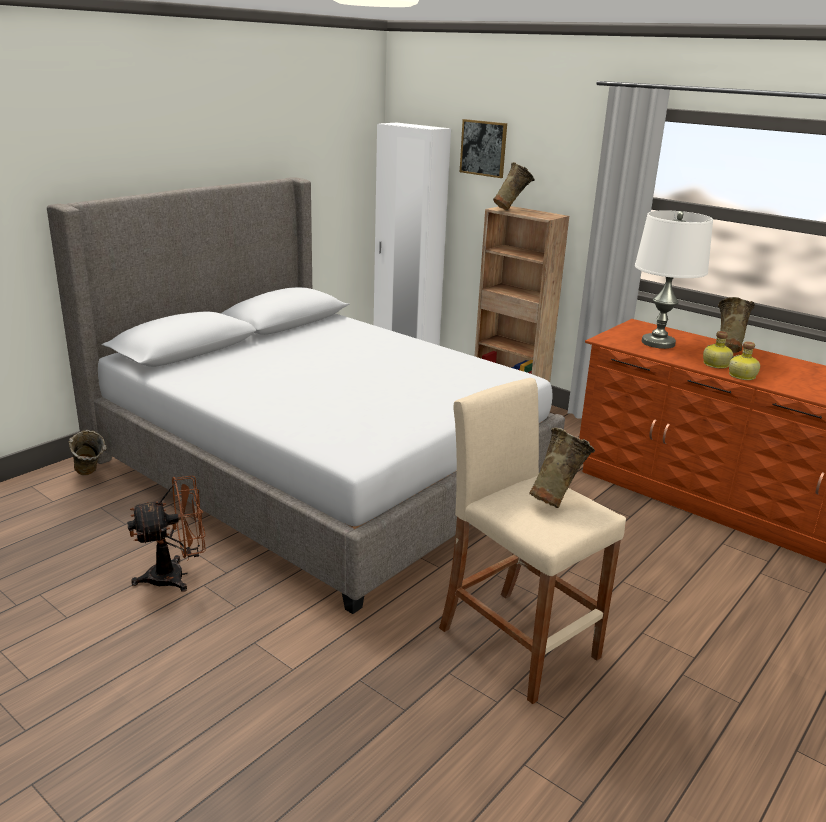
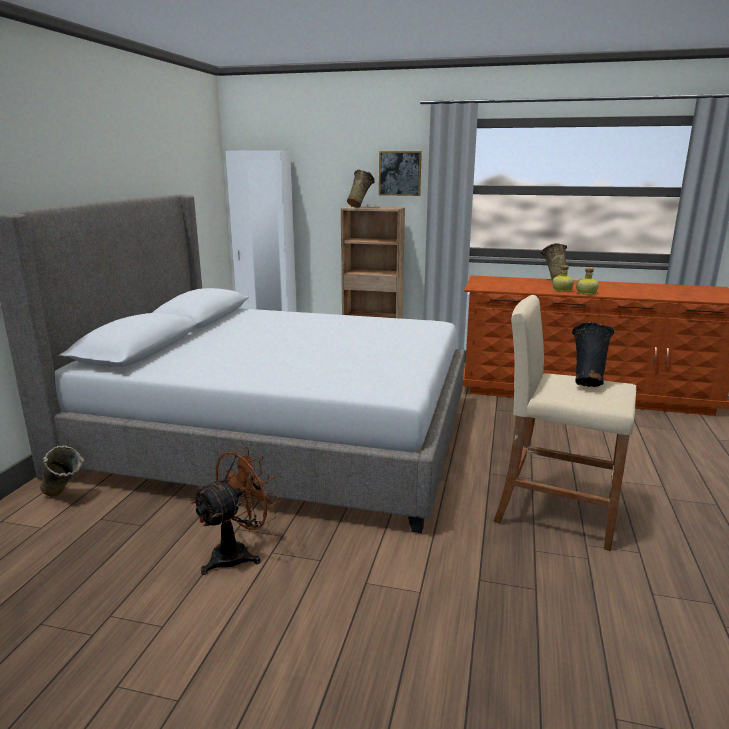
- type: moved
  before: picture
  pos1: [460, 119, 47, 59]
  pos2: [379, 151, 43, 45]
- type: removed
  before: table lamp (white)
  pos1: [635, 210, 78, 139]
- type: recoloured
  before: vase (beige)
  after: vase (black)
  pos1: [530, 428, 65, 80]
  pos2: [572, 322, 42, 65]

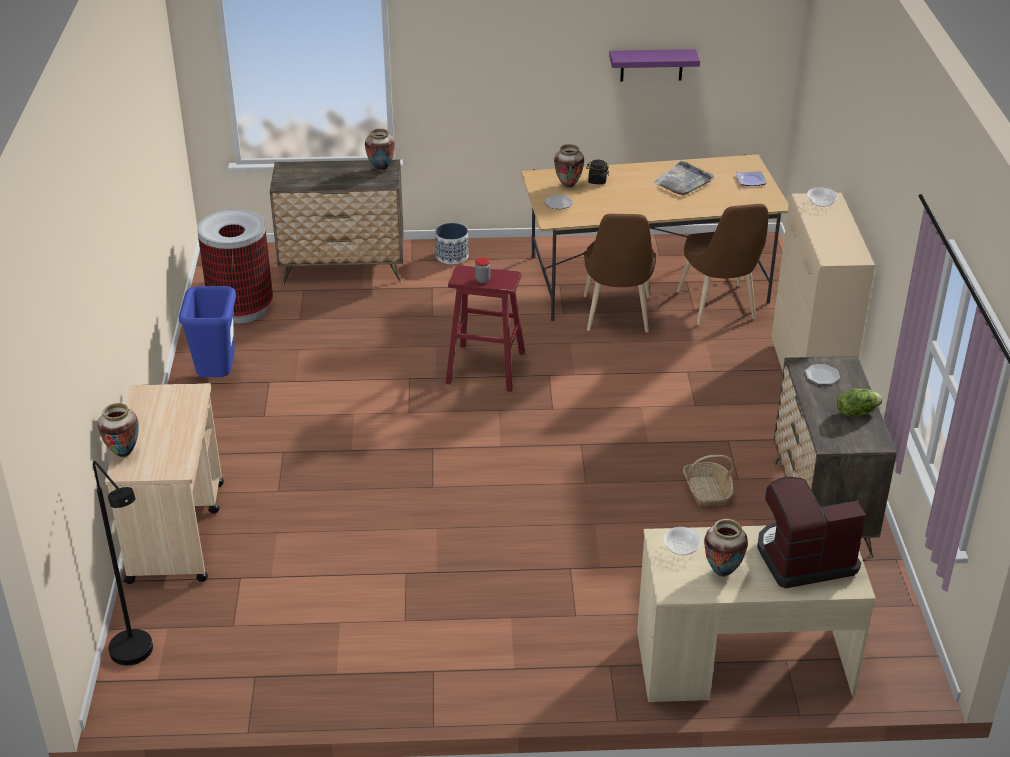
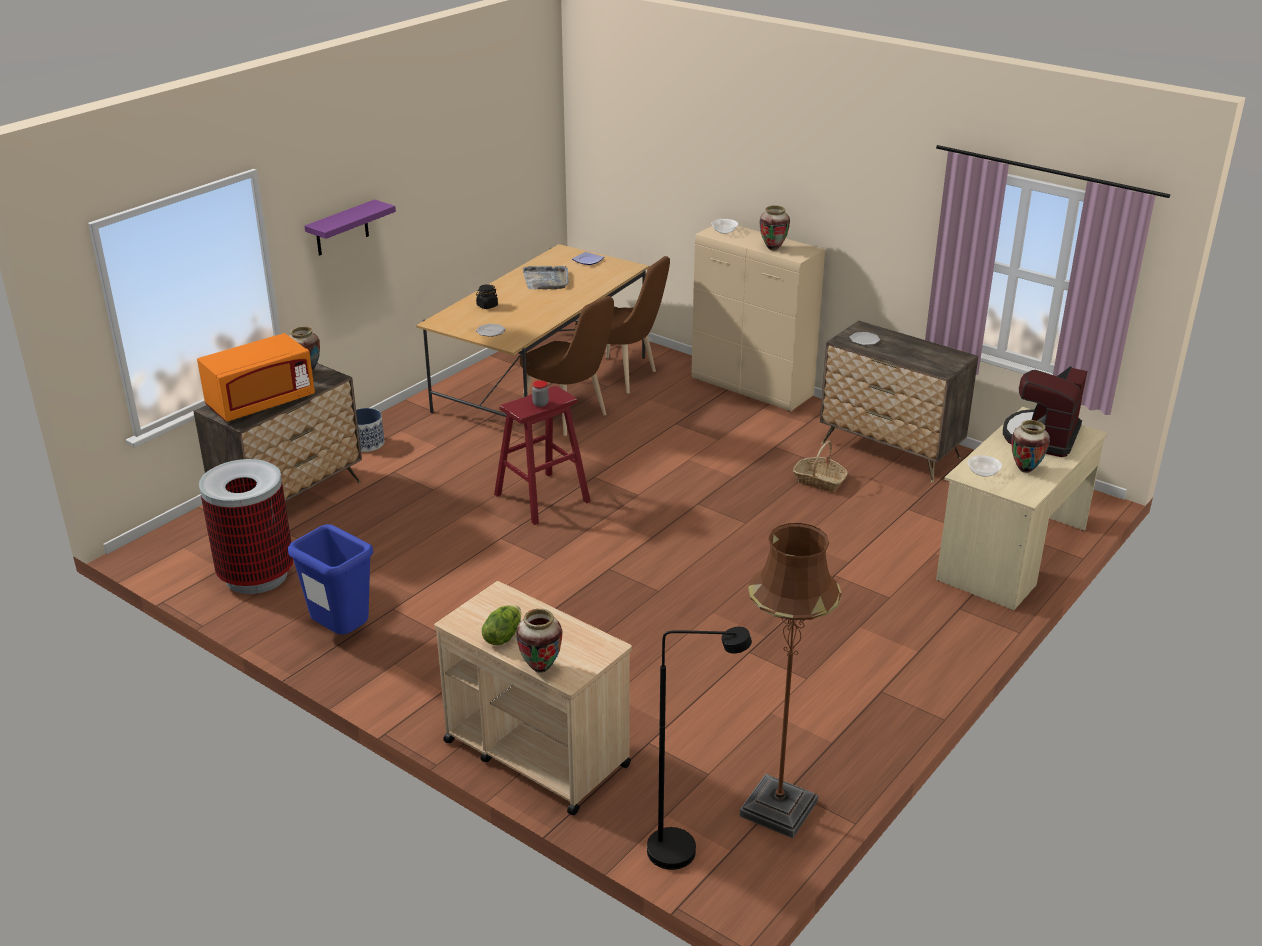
- type: moved
  before: shelf (purple)
  pos1: [609, 49, 91, 33]
  pos2: [304, 199, 92, 57]
- type: moved
  before: vase
  pos1: [554, 144, 30, 44]
  pos2: [760, 205, 30, 46]
- type: moved
  before: lettuce
  pos1: [837, 389, 46, 27]
  pos2: [482, 605, 39, 40]
- type: added
  after: microwave (orange)
  pos2: [197, 333, 118, 89]
- type: added
  after: floor lamp (brown)
  pos2: [740, 523, 102, 315]

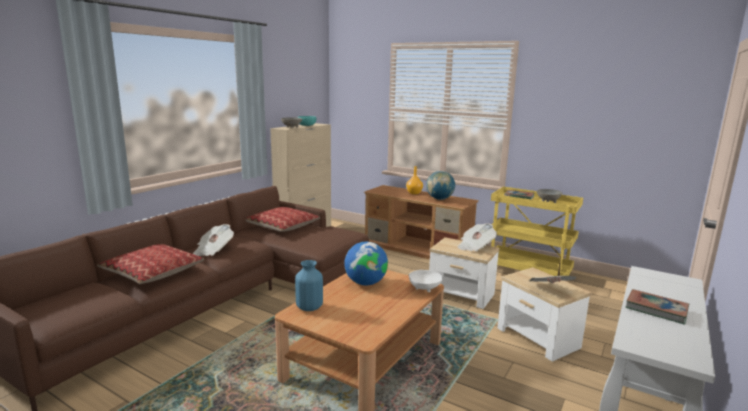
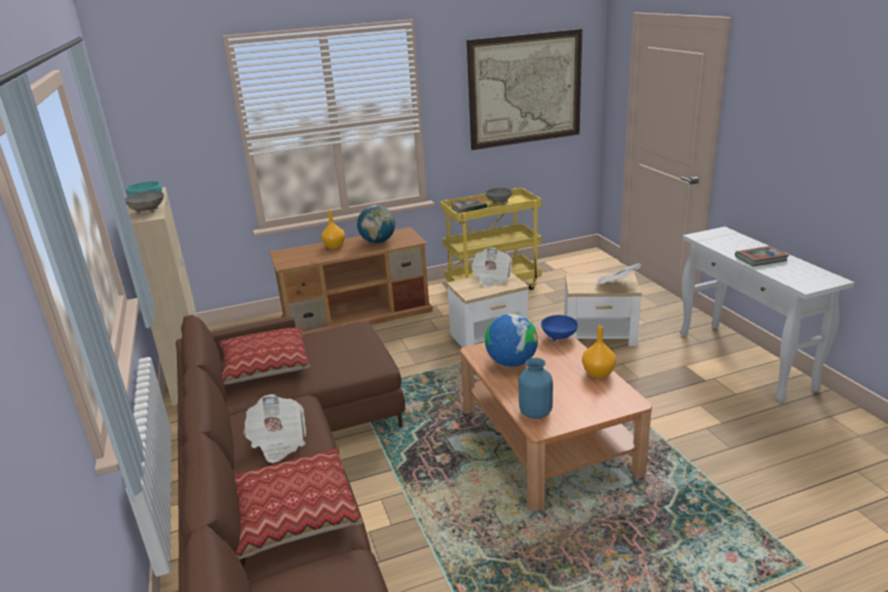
- type: recoloured
  before: bowl (white)
  after: bowl (blue)
  pos1: [409, 270, 34, 22]
  pos2: [541, 315, 37, 27]
- type: added
  after: picture
  pos2: [467, 29, 115, 121]
- type: added
  after: vase (orange)
  pos2: [582, 325, 34, 53]

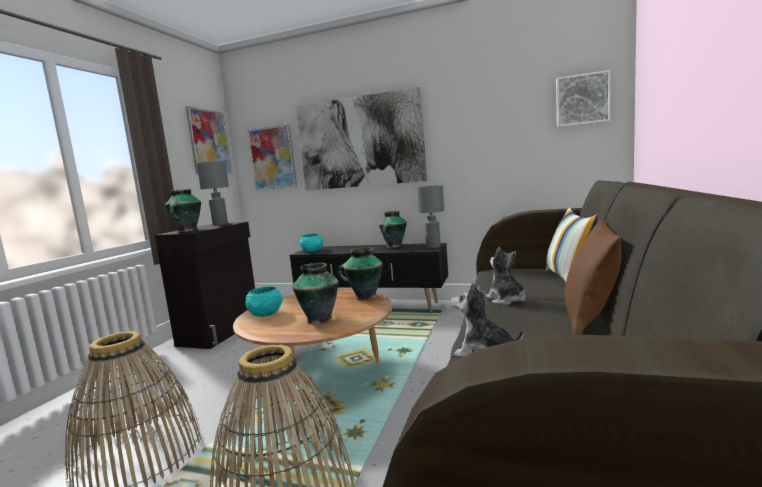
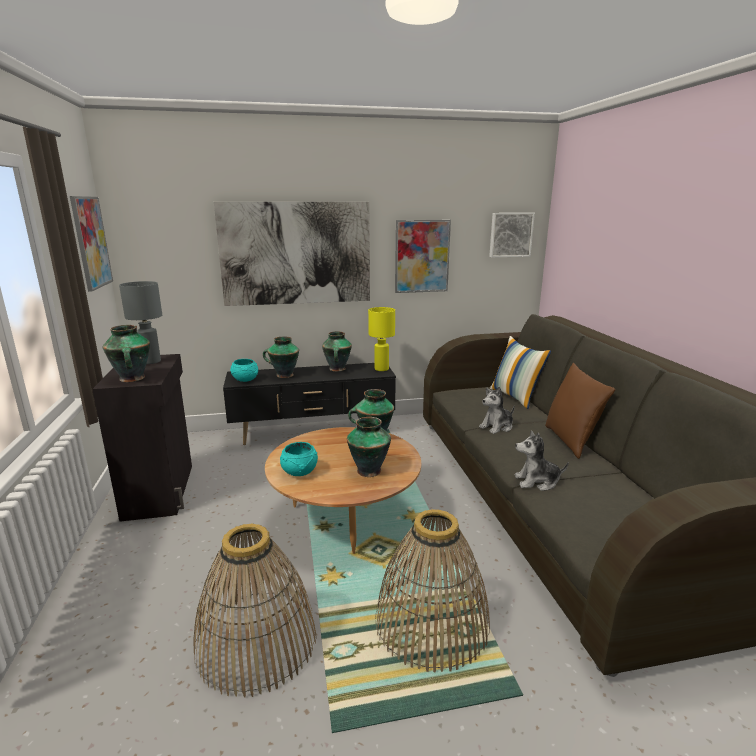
- type: moved
  before: picture
  pos1: [247, 124, 50, 66]
  pos2: [395, 220, 56, 73]
- type: recoloured
  before: table lamp (grey)
  after: table lamp (yellow)
  pos1: [416, 185, 28, 63]
  pos2: [368, 307, 27, 64]
- type: turned
  before: plush toy
  pos1: [486, 247, 39, 58]
  pos2: [479, 387, 36, 47]
  turn: -75
- type: added
  after: vase
  pos2: [263, 336, 36, 42]

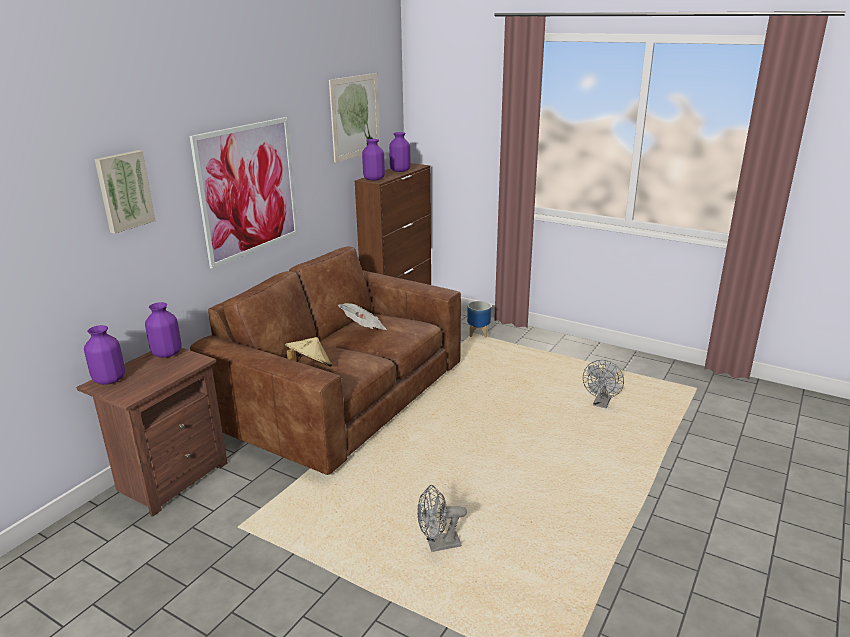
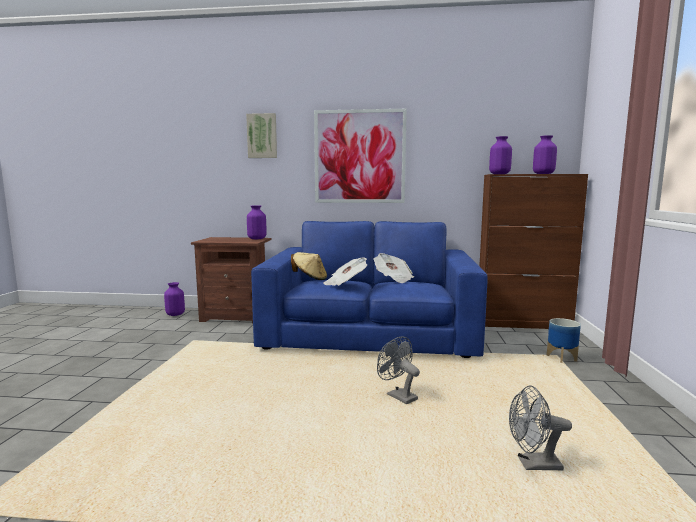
- type: removed
  before: picture
  pos1: [329, 73, 51, 90]
- type: recoloured
  before: sofa (brown)
  after: sofa (blue)
  pos1: [190, 246, 271, 229]
  pos2: [251, 221, 237, 137]
- type: moved
  before: vase (purple)
  pos1: [84, 325, 41, 60]
  pos2: [164, 282, 21, 34]
- type: moved
  before: fan (grey)
  pos1: [417, 485, 50, 67]
  pos2: [377, 336, 43, 68]
- type: added
  after: newspaper
  pos2: [323, 257, 44, 29]

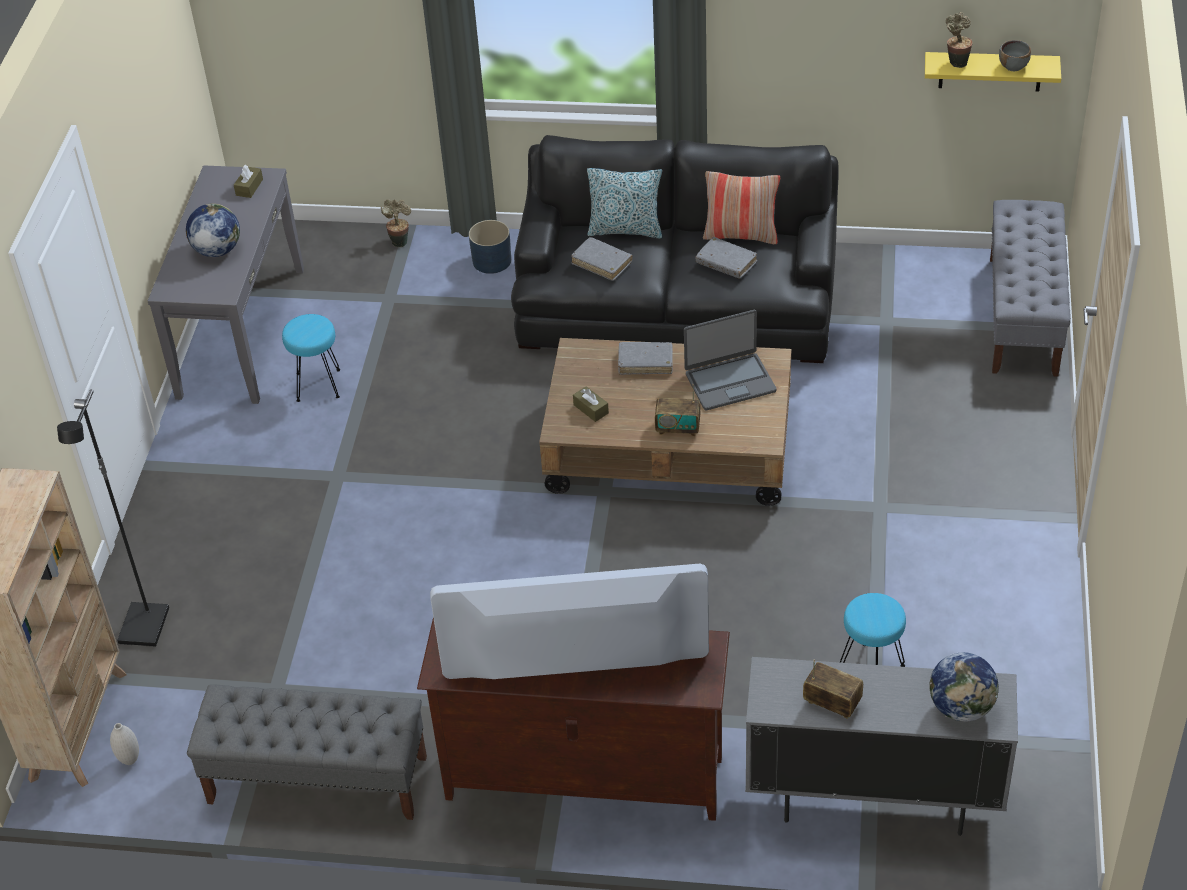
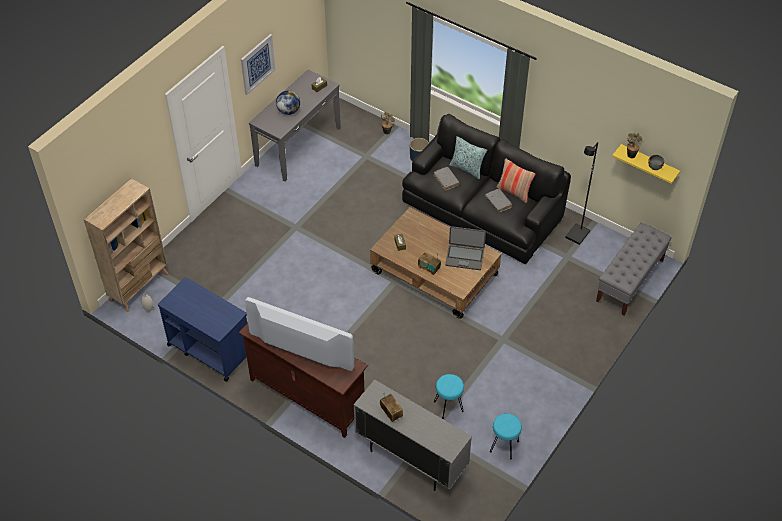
- type: moved
  before: stool (turquoise)
  pos1: [282, 314, 58, 88]
  pos2: [490, 413, 32, 47]
- type: removed
  before: book (grey)
  pos1: [618, 342, 55, 33]
- type: moved
  before: floor lamp (black)
  pos1: [57, 406, 112, 241]
  pos2: [565, 142, 33, 103]
- type: removed
  before: globe
  pos1: [929, 652, 70, 70]
- type: replaced
  before: bench (grey)
  after: cart (blue)
  pos1: [187, 684, 240, 136]
  pos2: [158, 277, 89, 105]
- type: added
  after: picture
  pos2: [241, 34, 34, 61]

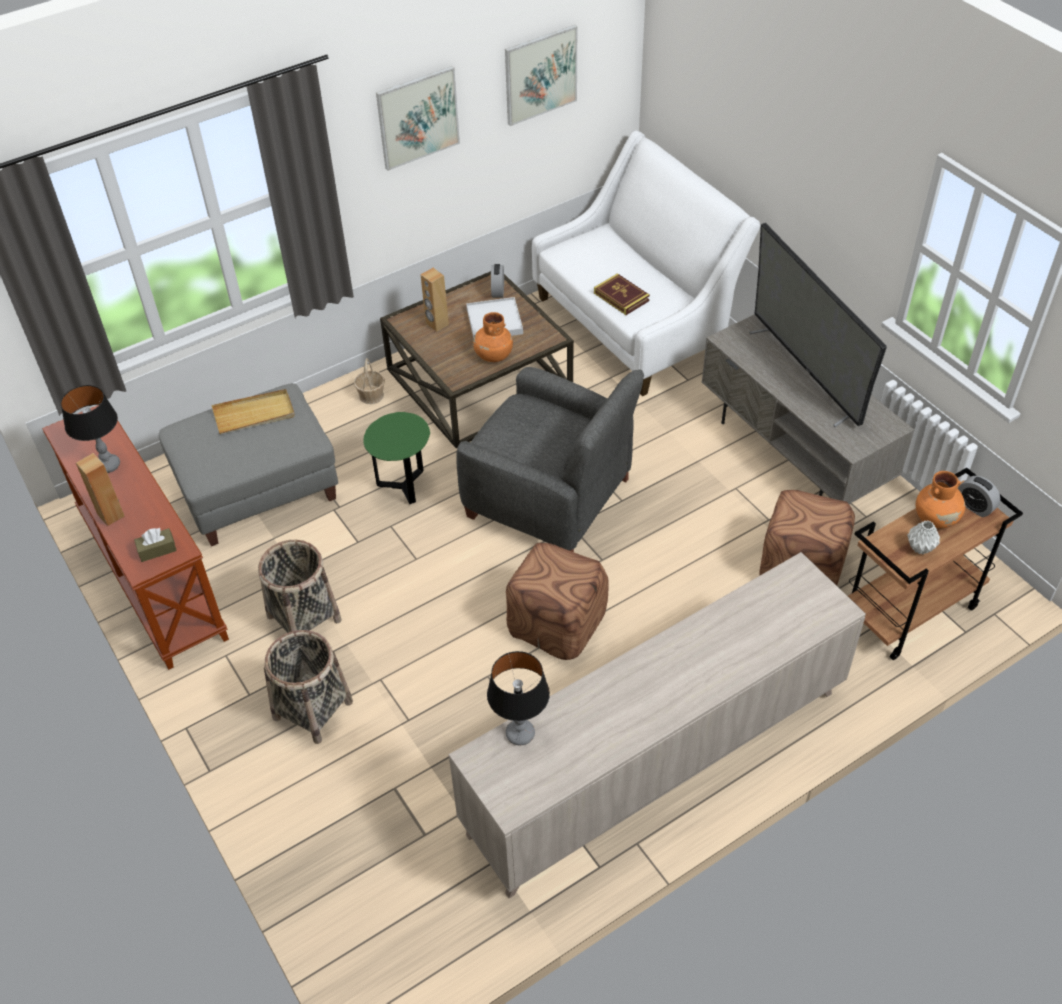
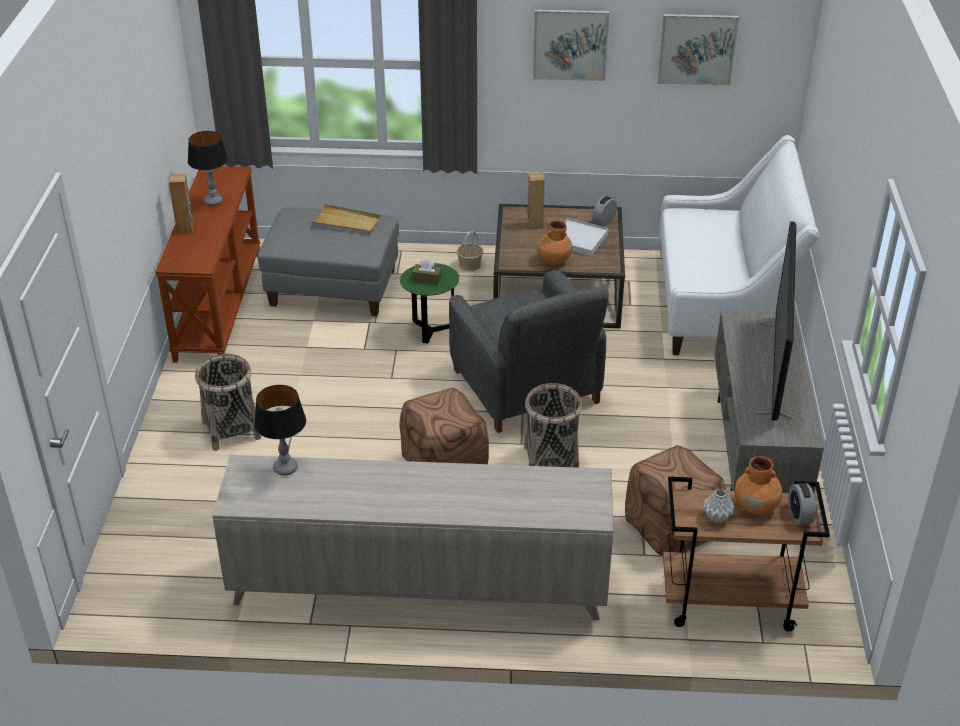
- type: removed
  before: book
  pos1: [594, 273, 56, 42]
- type: moved
  before: tissue box (brown)
  pos1: [134, 528, 43, 34]
  pos2: [412, 259, 30, 25]
- type: moved
  before: basket
  pos1: [258, 540, 84, 93]
  pos2: [524, 383, 58, 85]

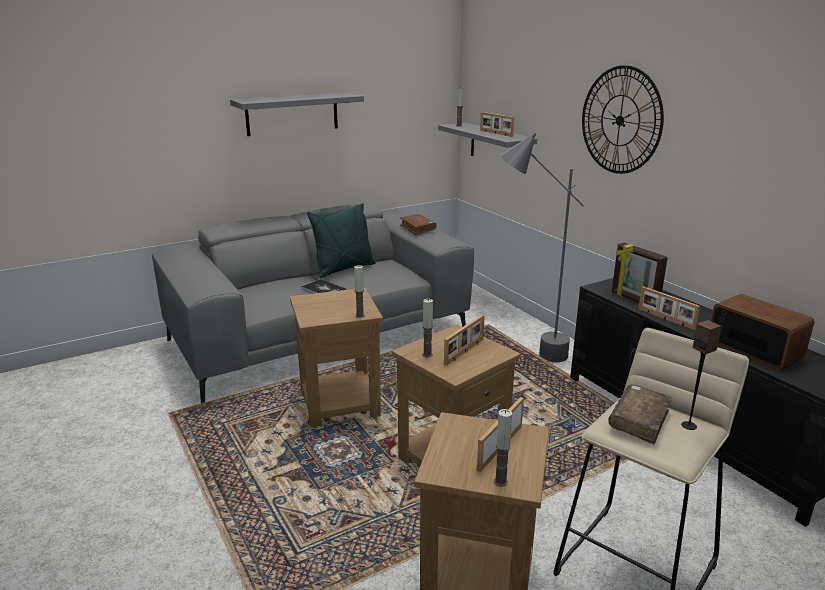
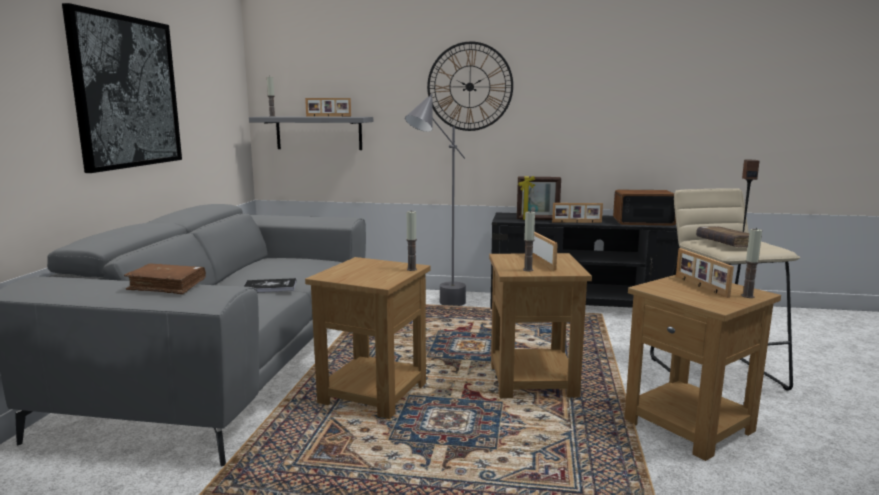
- type: replaced
  before: shelf (grey)
  after: picture
  pos1: [230, 92, 134, 44]
  pos2: [62, 3, 120, 170]
- type: removed
  before: pillow (green)
  pos1: [307, 203, 69, 75]
- type: moved
  before: book (brown)
  pos1: [400, 214, 37, 21]
  pos2: [124, 264, 82, 30]

